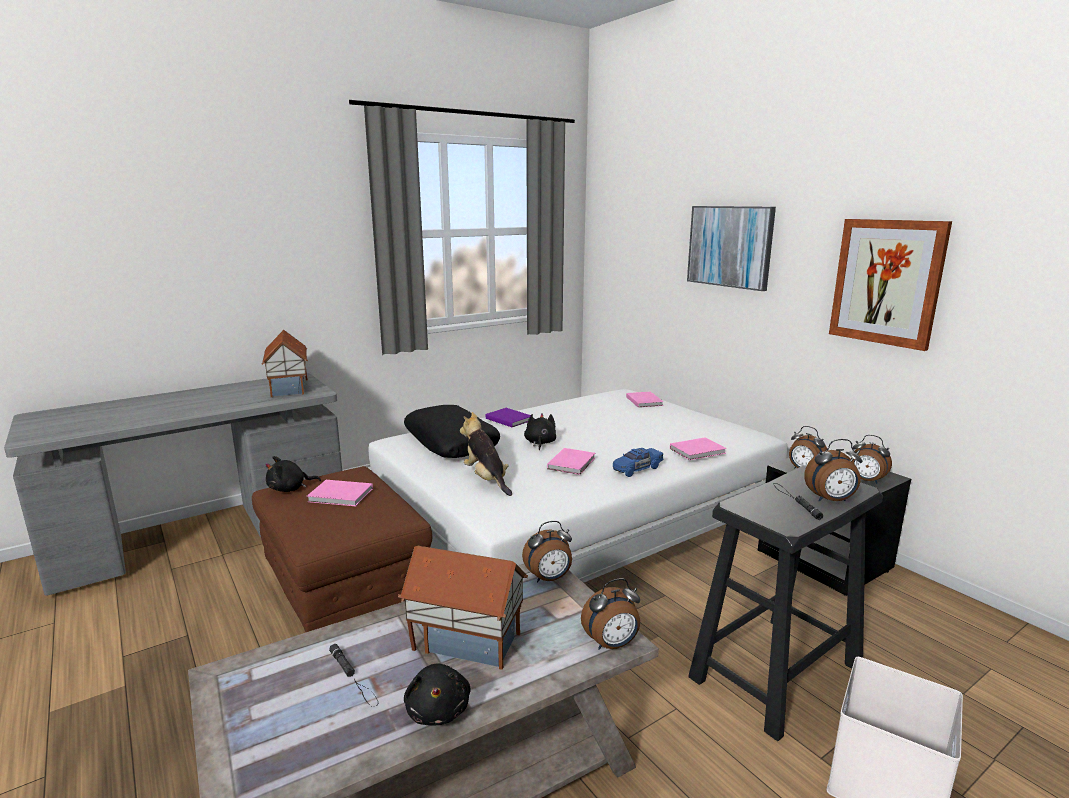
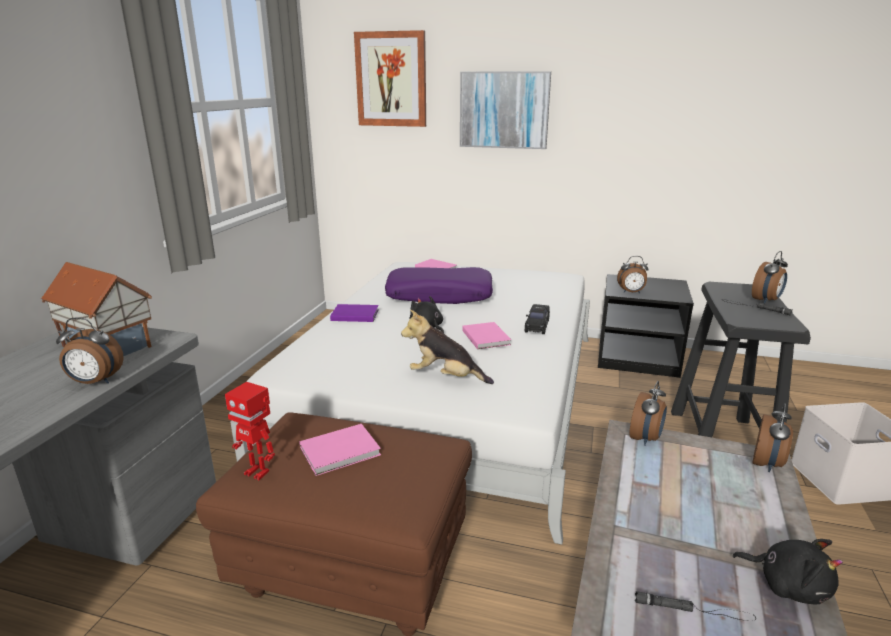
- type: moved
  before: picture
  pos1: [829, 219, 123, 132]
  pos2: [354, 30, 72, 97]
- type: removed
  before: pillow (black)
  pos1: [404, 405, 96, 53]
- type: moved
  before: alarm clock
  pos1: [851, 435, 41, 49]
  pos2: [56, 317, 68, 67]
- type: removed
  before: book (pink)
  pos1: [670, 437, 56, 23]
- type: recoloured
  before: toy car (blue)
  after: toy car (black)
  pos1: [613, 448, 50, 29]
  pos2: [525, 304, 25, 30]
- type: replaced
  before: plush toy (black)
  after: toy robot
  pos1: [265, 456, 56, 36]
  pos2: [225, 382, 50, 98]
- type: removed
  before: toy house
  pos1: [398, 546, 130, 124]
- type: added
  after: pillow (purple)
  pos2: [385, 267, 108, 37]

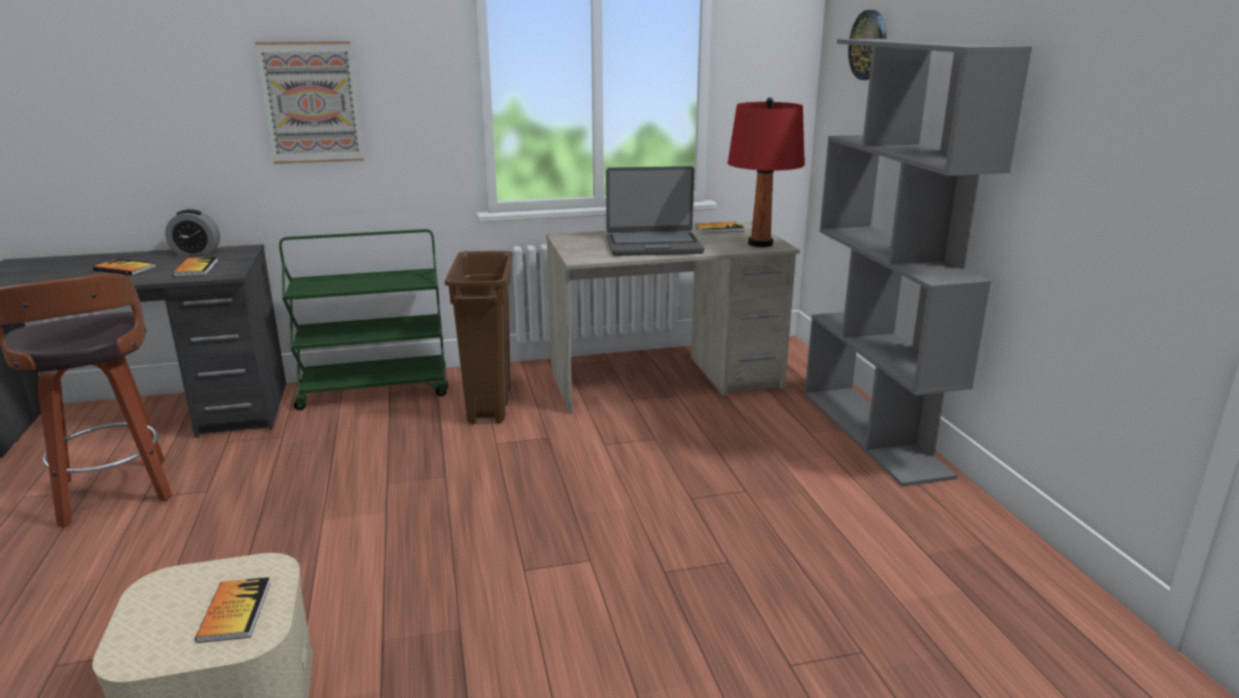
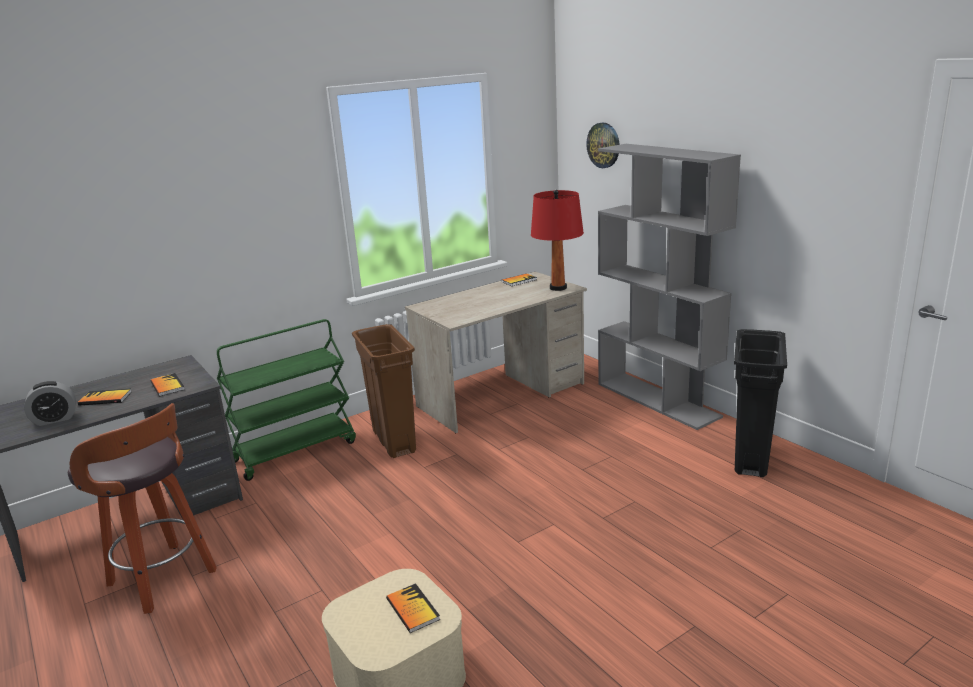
- type: removed
  before: picture
  pos1: [255, 41, 109, 123]
- type: removed
  before: laptop
  pos1: [606, 166, 98, 90]
- type: moved
  before: alarm clock
  pos1: [165, 209, 55, 46]
  pos2: [24, 381, 52, 45]
- type: added
  after: trash can (black)
  pos2: [734, 329, 53, 148]

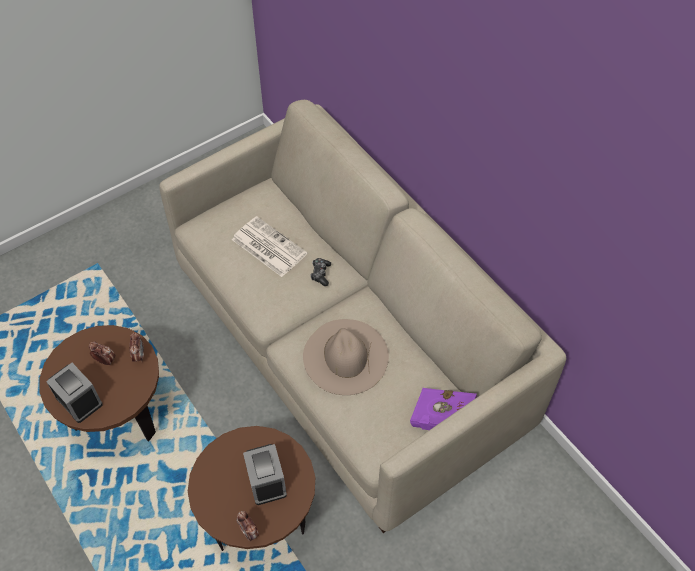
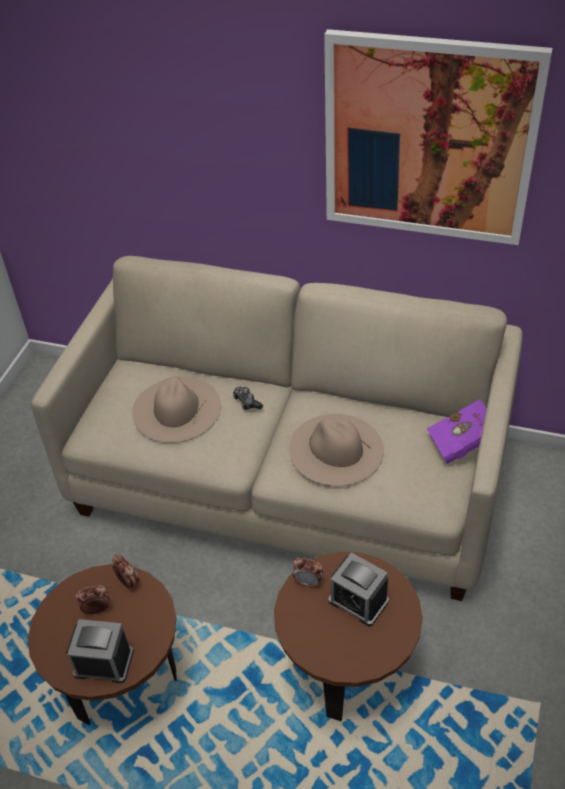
- type: replaced
  before: newspaper
  after: hat (beige)
  pos1: [232, 216, 75, 61]
  pos2: [132, 376, 89, 67]
- type: moved
  before: alarm clock
  pos1: [236, 511, 23, 30]
  pos2: [292, 557, 31, 31]
- type: added
  after: picture
  pos2: [324, 29, 229, 216]

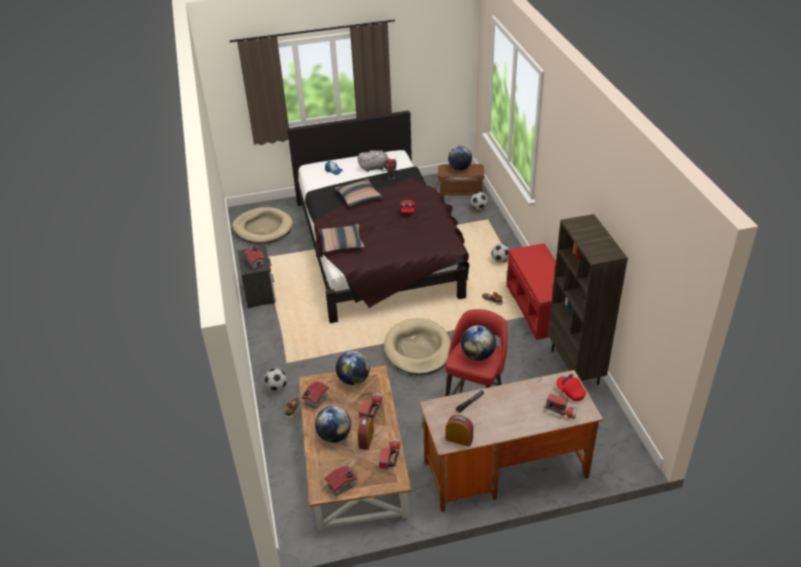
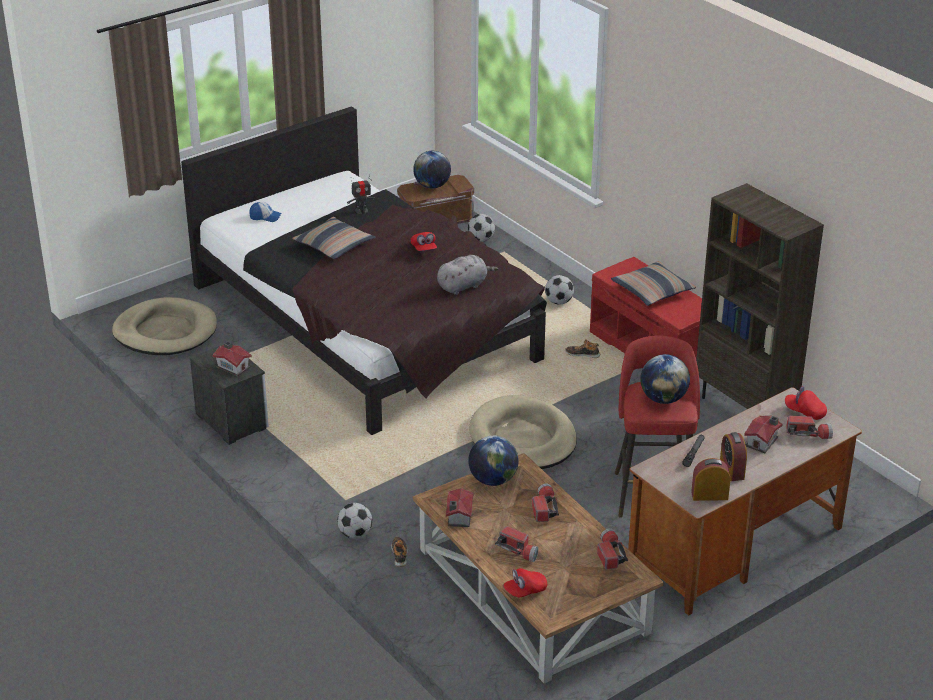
- type: moved
  before: plush toy (grey)
  pos1: [358, 150, 31, 22]
  pos2: [437, 255, 61, 40]
- type: moved
  before: pillow
  pos1: [319, 224, 46, 29]
  pos2: [611, 261, 85, 45]
- type: replaced
  before: globe
  after: flashlight
  pos1: [315, 406, 36, 37]
  pos2: [495, 526, 43, 36]
- type: moved
  before: alarm clock
  pos1: [357, 416, 17, 34]
  pos2: [720, 432, 27, 49]
- type: moved
  before: toy house
  pos1: [325, 466, 32, 30]
  pos2: [744, 415, 39, 38]
- type: added
  after: cap (red)
  pos2: [503, 568, 44, 29]

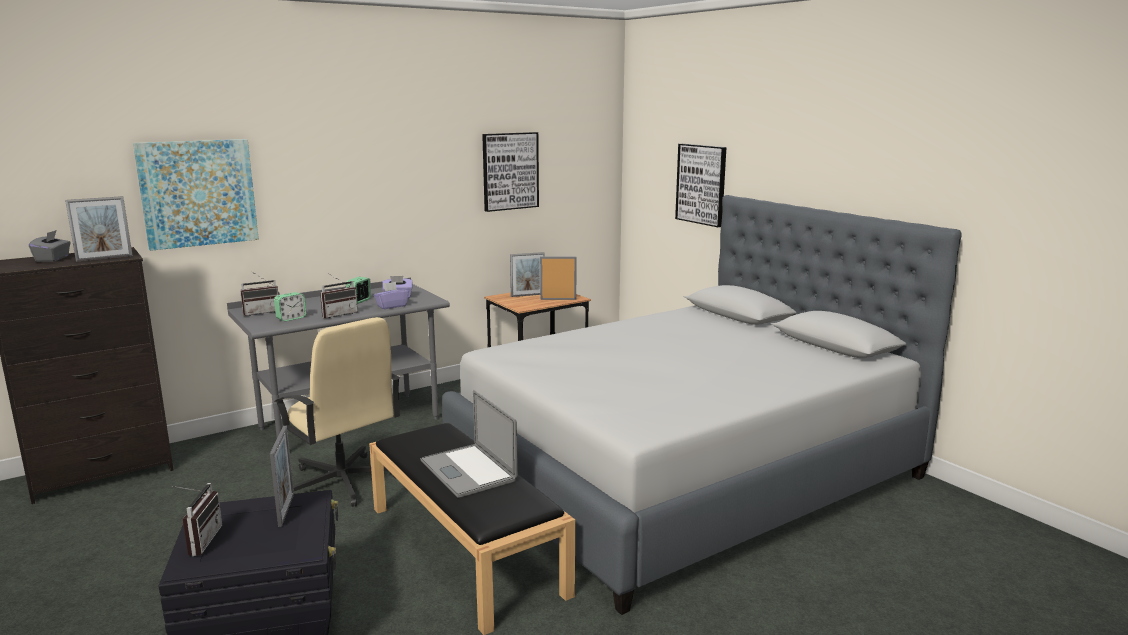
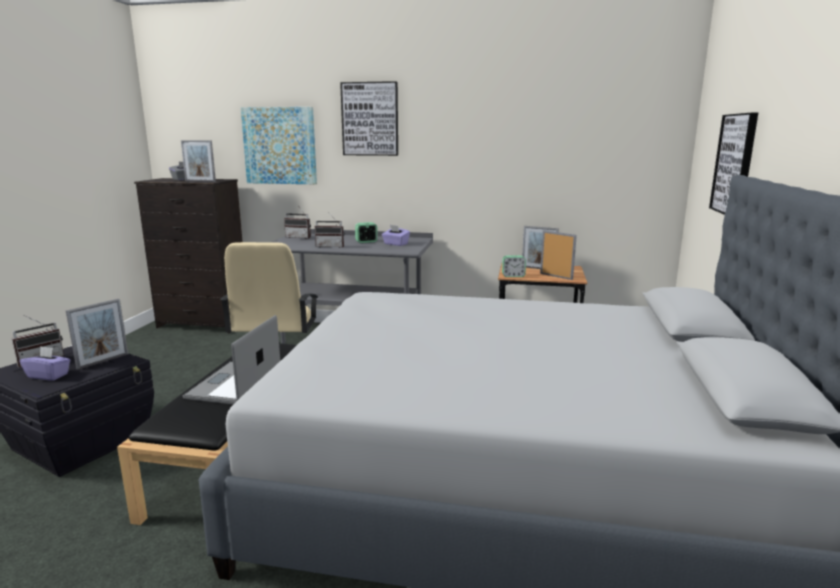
- type: moved
  before: picture
  pos1: [482, 132, 57, 80]
  pos2: [340, 81, 58, 75]
- type: moved
  before: tissue box (purple)
  pos1: [374, 282, 35, 27]
  pos2: [20, 346, 51, 35]
- type: moved
  before: alarm clock
  pos1: [274, 292, 33, 29]
  pos2: [502, 255, 24, 22]

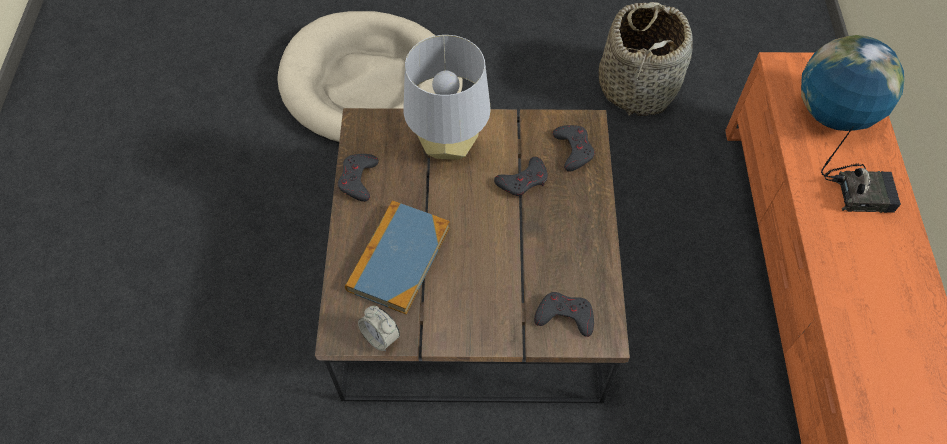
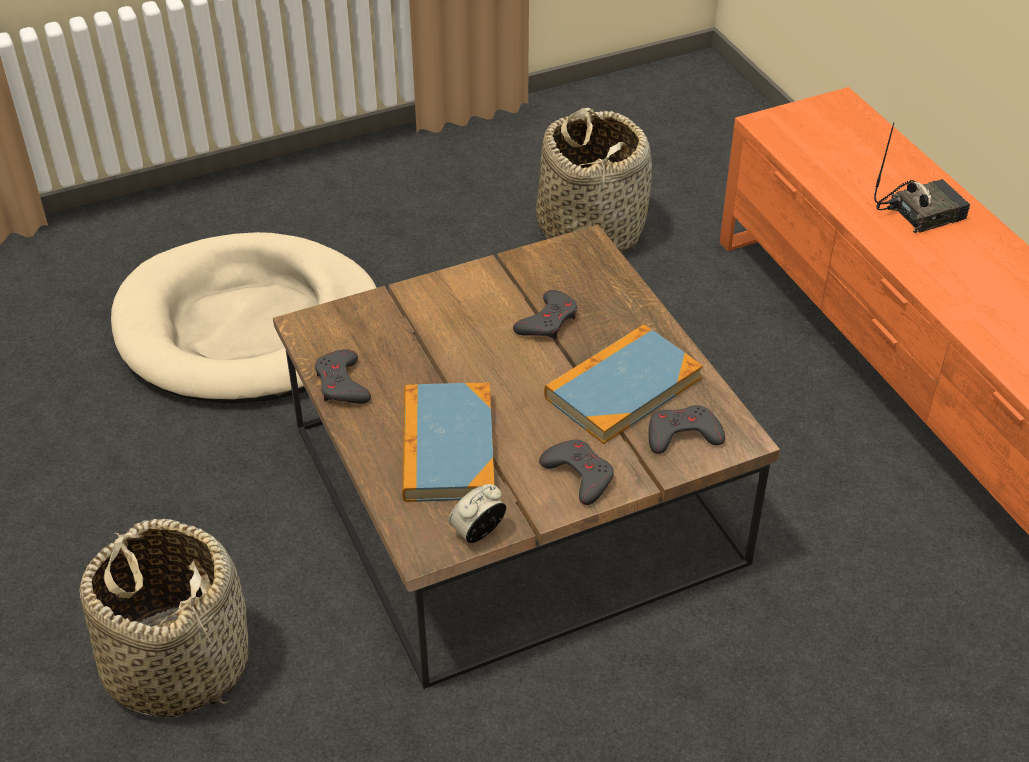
- type: removed
  before: table lamp (grey)
  pos1: [403, 35, 88, 125]
- type: removed
  before: globe
  pos1: [801, 35, 103, 96]
- type: moved
  before: game controller (grey)
  pos1: [553, 125, 42, 47]
  pos2: [539, 439, 75, 66]
- type: turned
  before: alarm clock
  pos1: [358, 306, 42, 45]
  pos2: [449, 484, 57, 59]
  turn: 120
- type: added
  after: book
  pos2: [544, 324, 159, 120]
- type: added
  after: basket
  pos2: [79, 519, 170, 199]

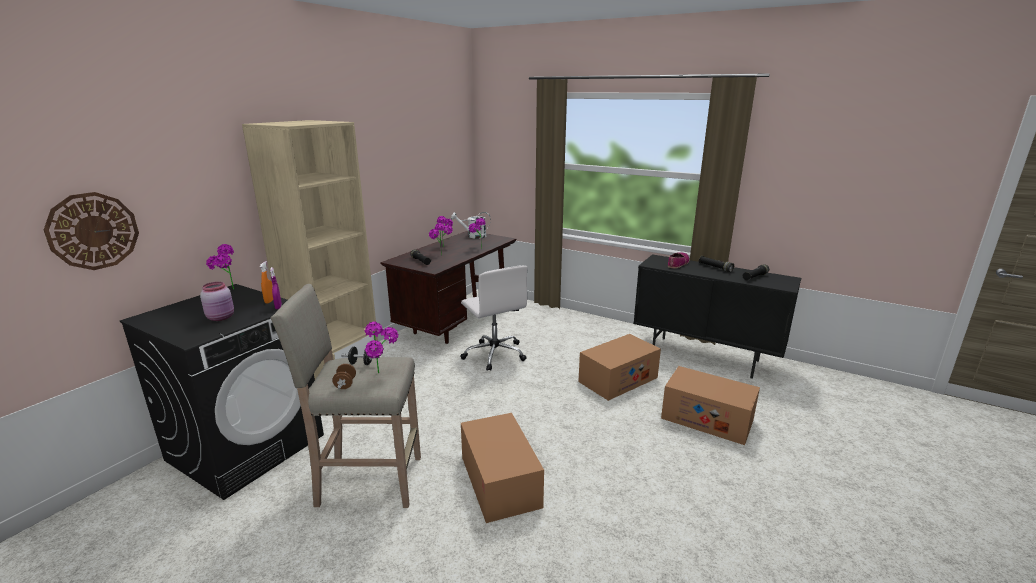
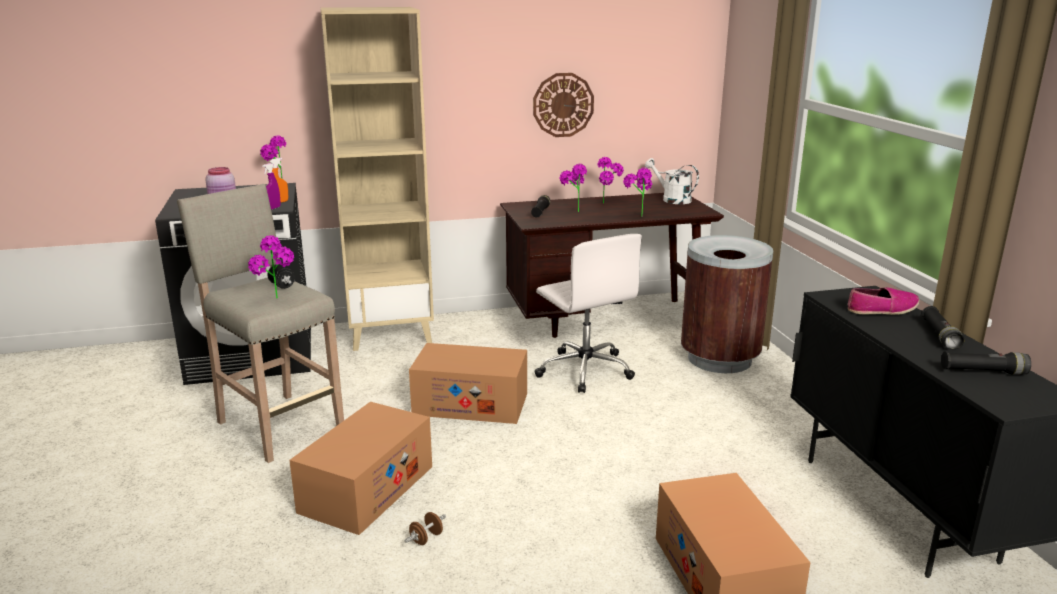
- type: moved
  before: wall clock
  pos1: [44, 192, 95, 78]
  pos2: [533, 73, 61, 64]
- type: turned
  before: office chair (white)
  pos1: [460, 265, 68, 106]
  pos2: [534, 234, 108, 159]
  turn: -45
- type: moved
  before: cardboard box
  pos1: [578, 334, 83, 67]
  pos2: [409, 343, 118, 81]
- type: moved
  before: dumbbell (brown)
  pos1: [332, 364, 24, 25]
  pos2: [404, 512, 42, 33]
- type: added
  after: trash can (brown)
  pos2: [681, 235, 92, 138]

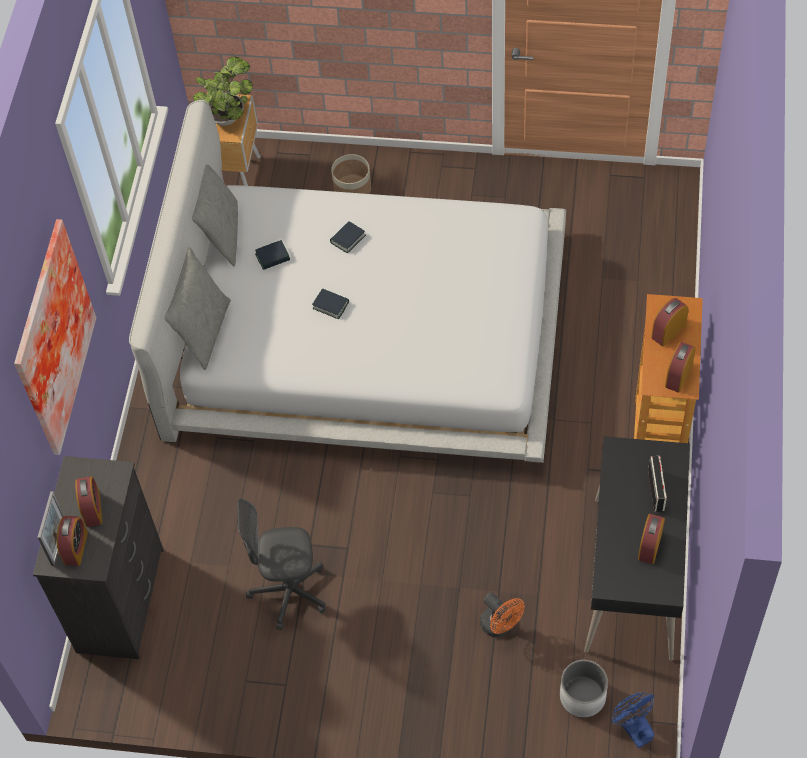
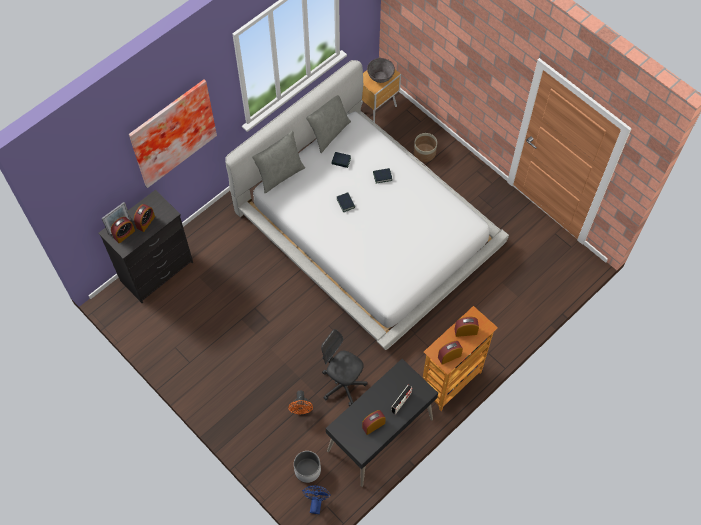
- type: replaced
  before: potted plant
  after: bowl (grey)
  pos1: [193, 57, 60, 69]
  pos2: [367, 58, 28, 25]
- type: moved
  before: office chair (grey)
  pos1: [238, 499, 88, 131]
  pos2: [321, 329, 47, 77]

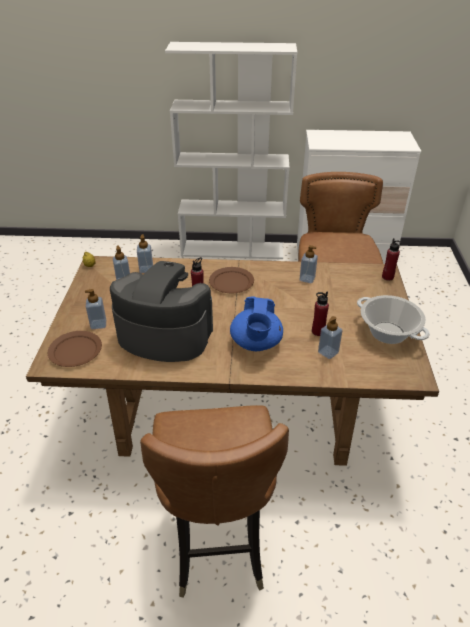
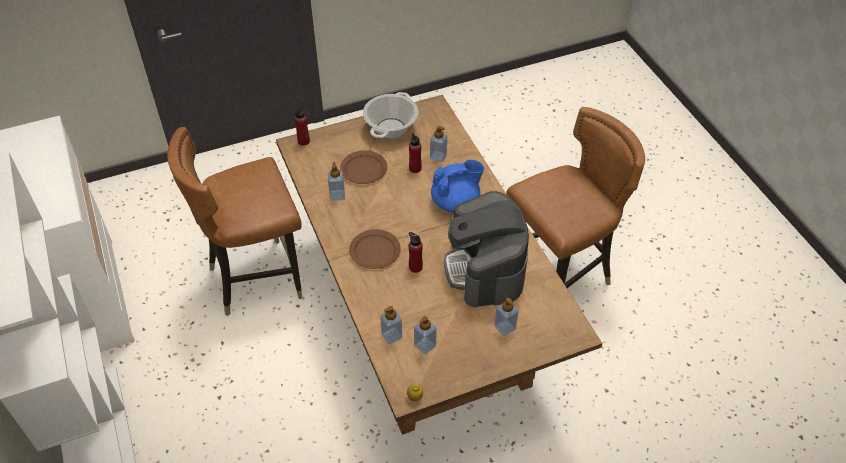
- type: moved
  before: plate (brown)
  pos1: [48, 331, 54, 36]
  pos2: [340, 150, 47, 34]

